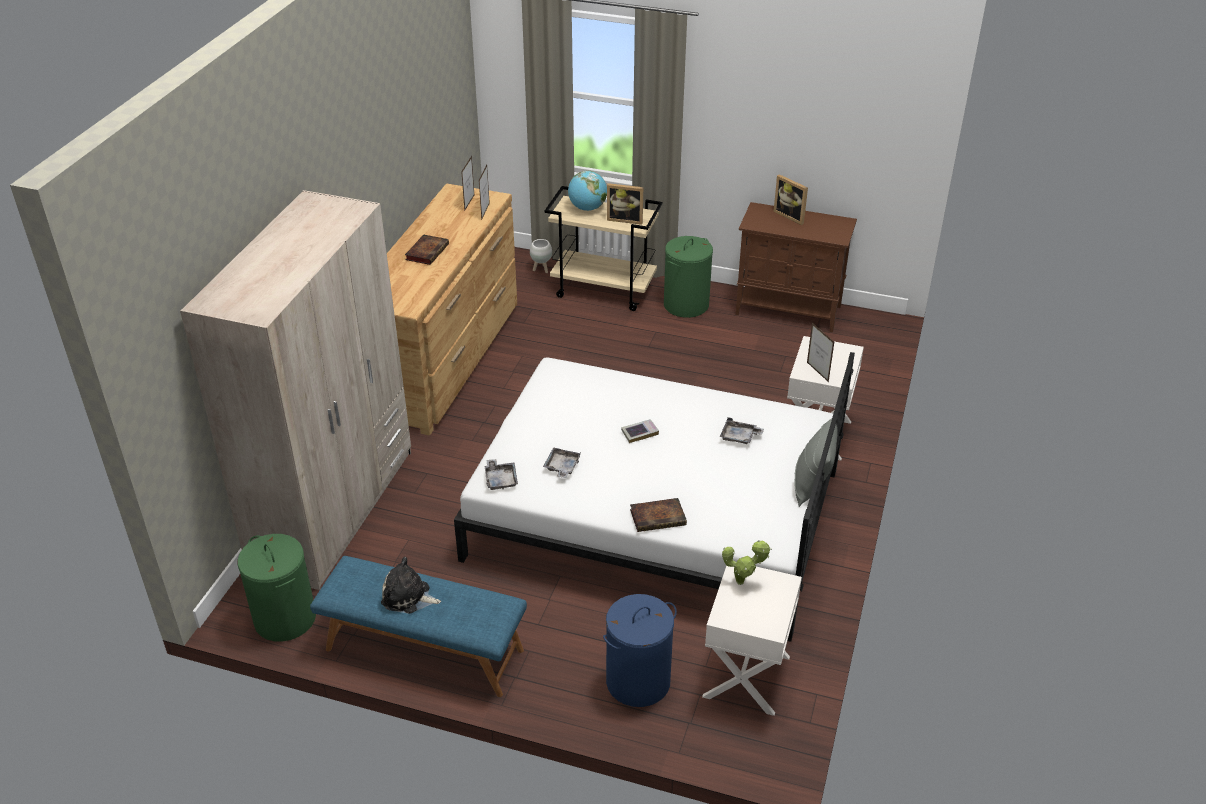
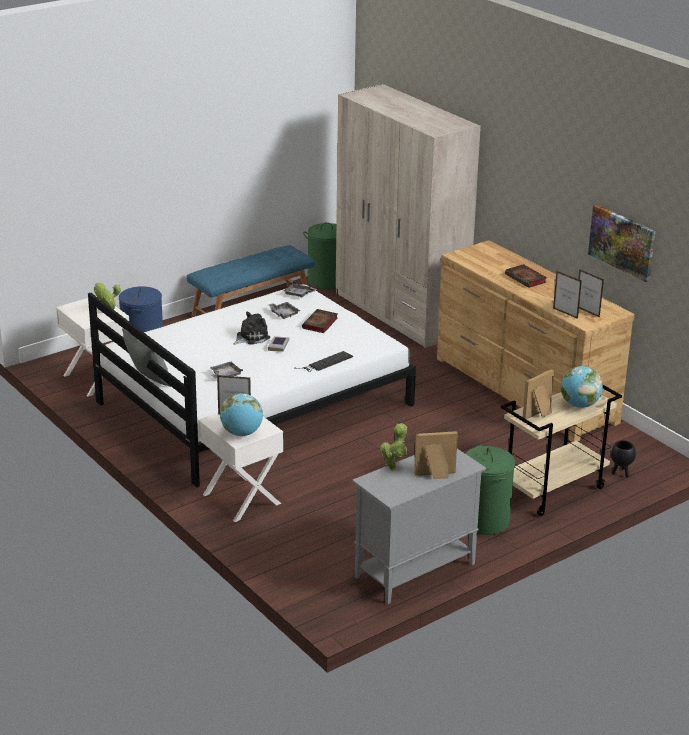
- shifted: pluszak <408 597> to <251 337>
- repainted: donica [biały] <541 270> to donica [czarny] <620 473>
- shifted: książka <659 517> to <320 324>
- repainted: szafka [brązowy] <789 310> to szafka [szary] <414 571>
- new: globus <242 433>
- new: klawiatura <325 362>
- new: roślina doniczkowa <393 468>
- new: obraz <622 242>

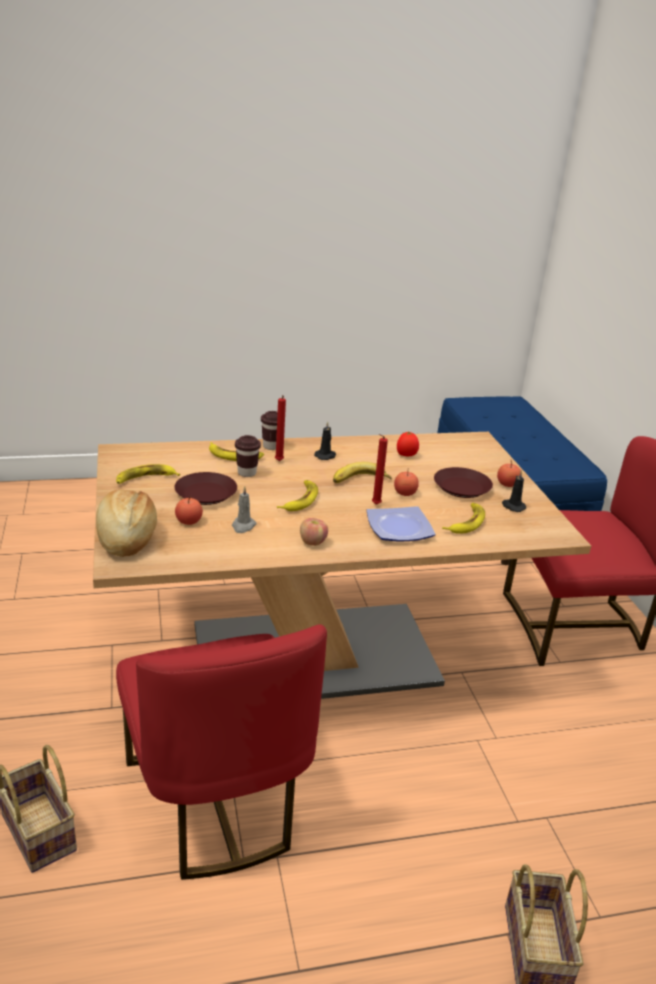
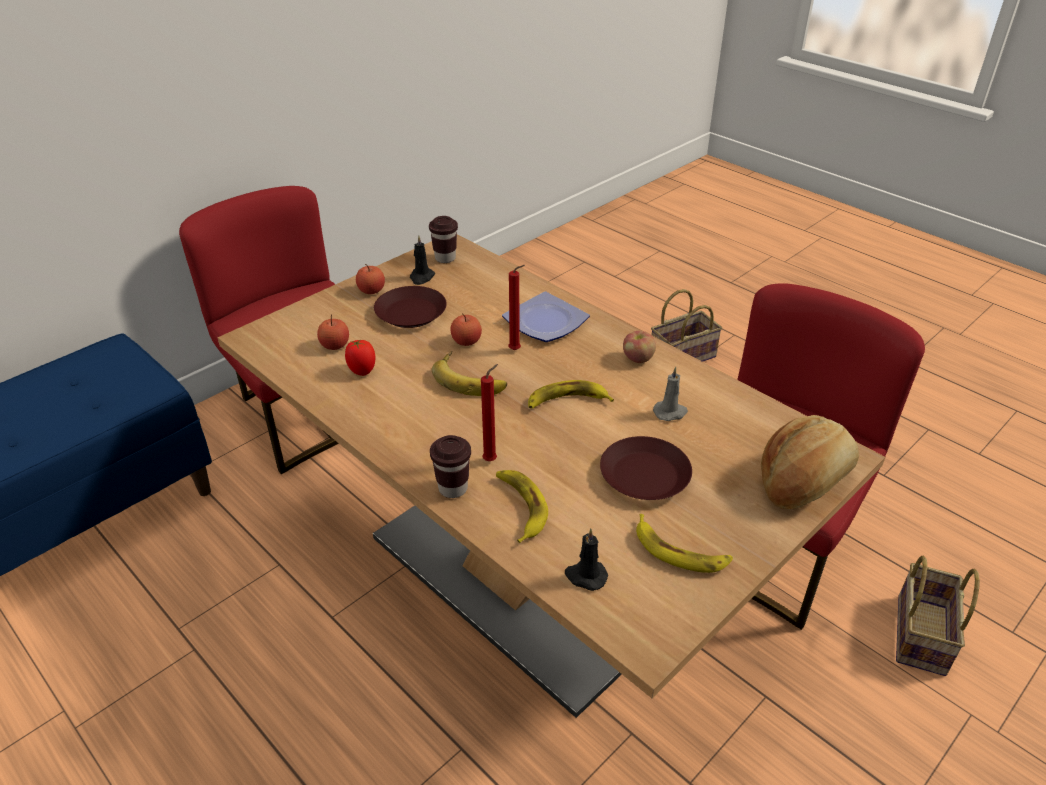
- shifted: jabłko <189 521> to <335 345>
- shifted: filiżanka [brązowy] <247 473> to <445 258>
- shifted: świeca [czarny] <325 456> to <585 576>
- gone: banan <466 522>

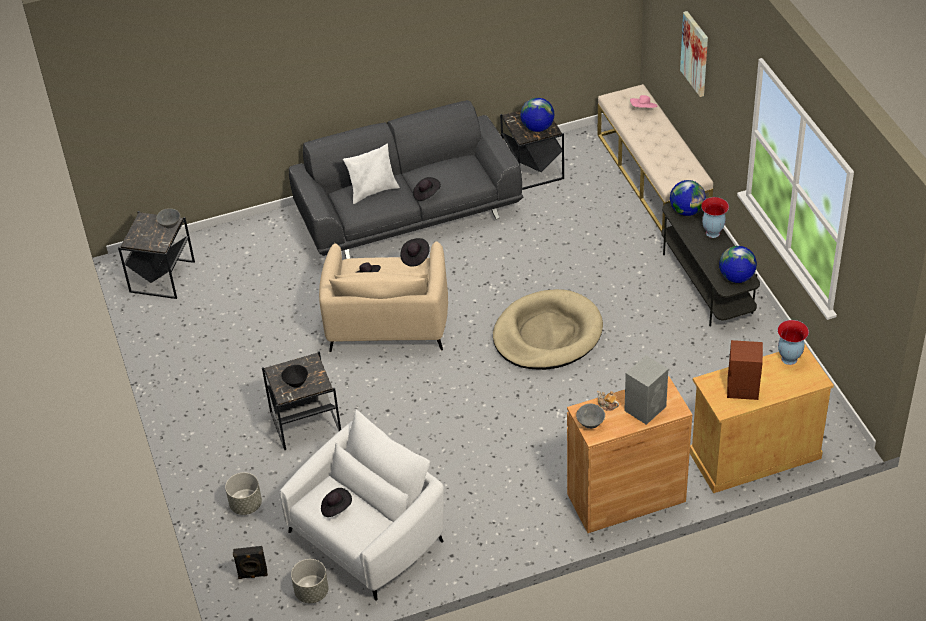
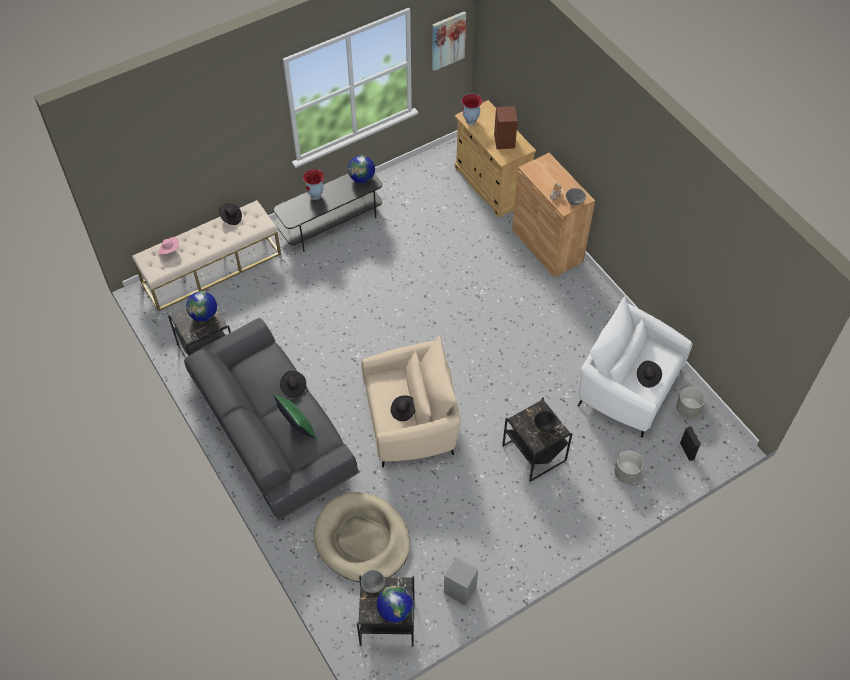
- repainted: poduszka [biały] <373 191> to poduszka [zielony] <296 427>
- shifted: kapelusz [czarny] <415 257> to <231 218>
- shifted: legowisko [beżowy] <547 334> to <362 539>
- shifted: głośnik [szary] <646 408> to <459 589>
- shifted: globus <687 211> to <394 610>
- shifted: obraz <695 53> to <448 40>

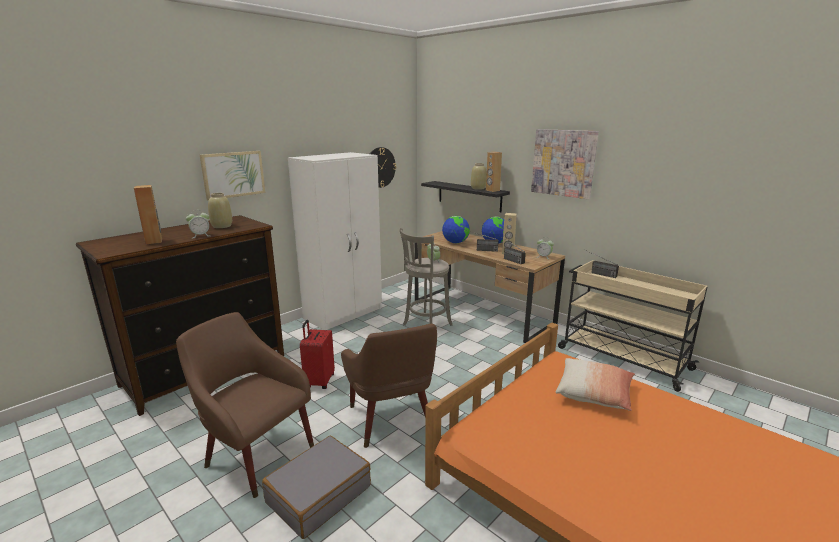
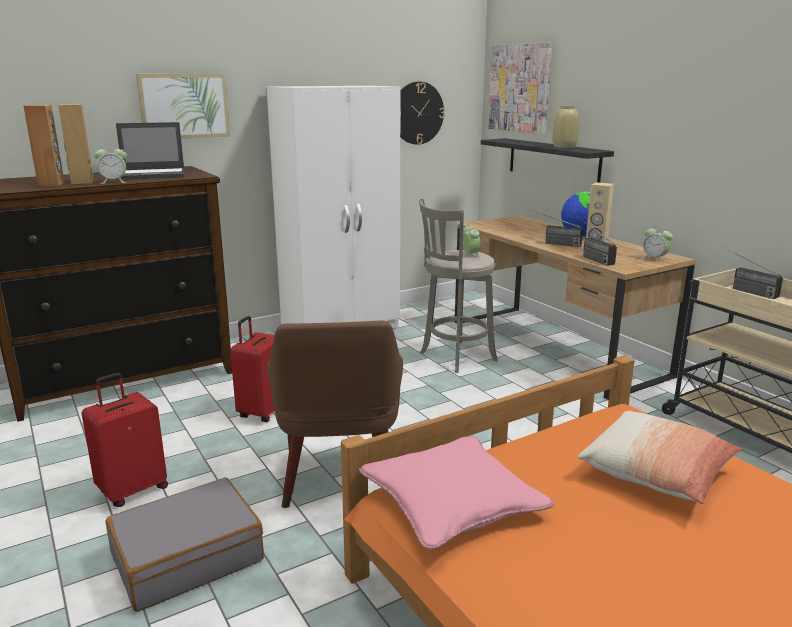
- swapped: fotel [brązowy] <256 453> to walizka [czerwony] <132 490>
- swapped: wazon [beżowy] <222 226> to laptop <153 174>
- gone: globus <455 243>
- shifted: głośnik [brązowy] <492 190> to <82 182>
- shifted: obraz <563 163> to <520 88>
- new: poduszka [różowy] <451 500>

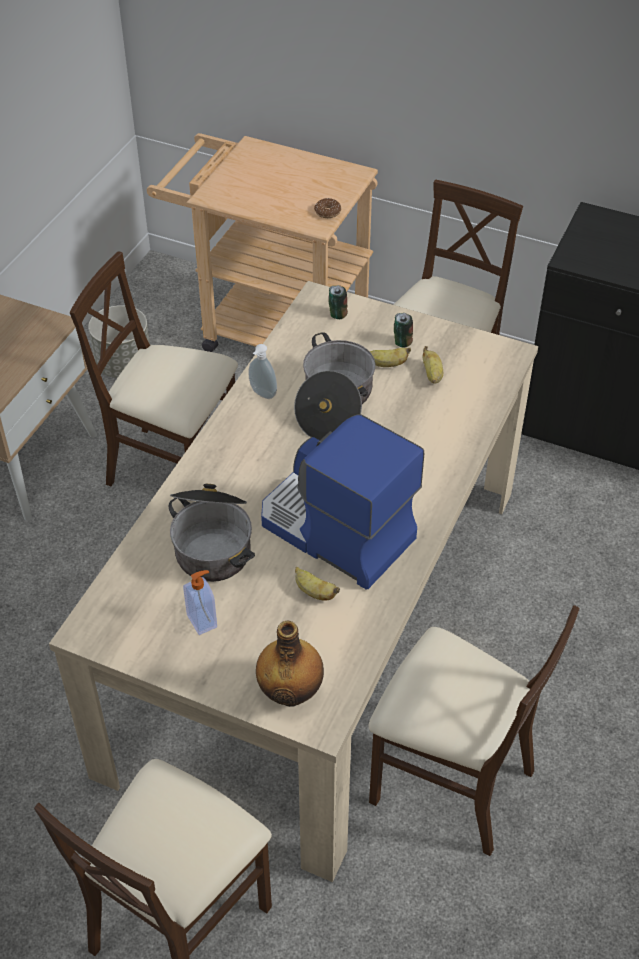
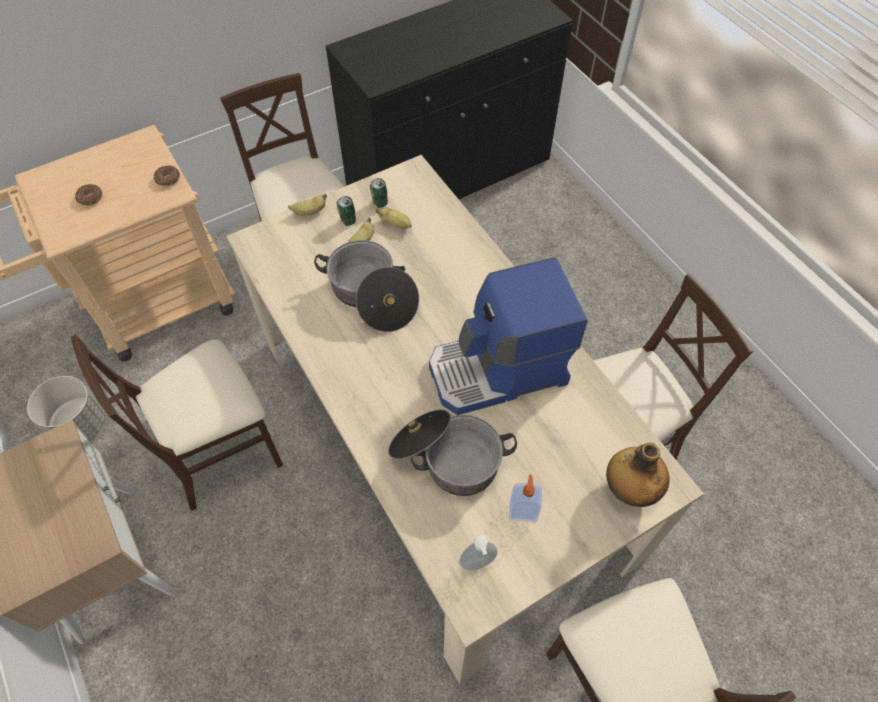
- shifted: dozownik mydła <262 394> to <478 564>
- shifted: banan <314 592> to <309 212>
- shifted: puszka <337 314> to <379 203>
- new: donut <90 198>

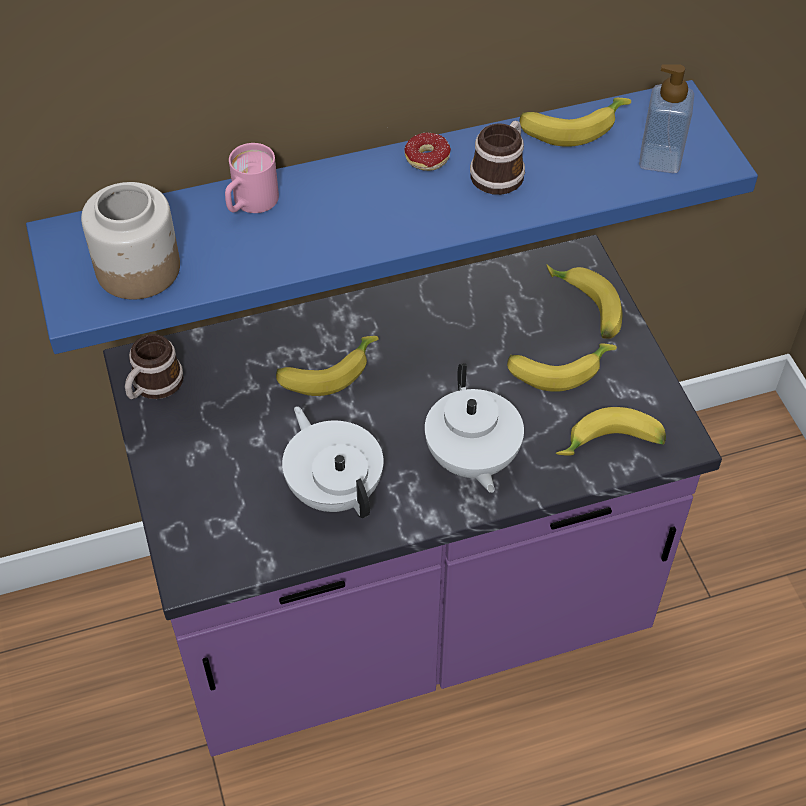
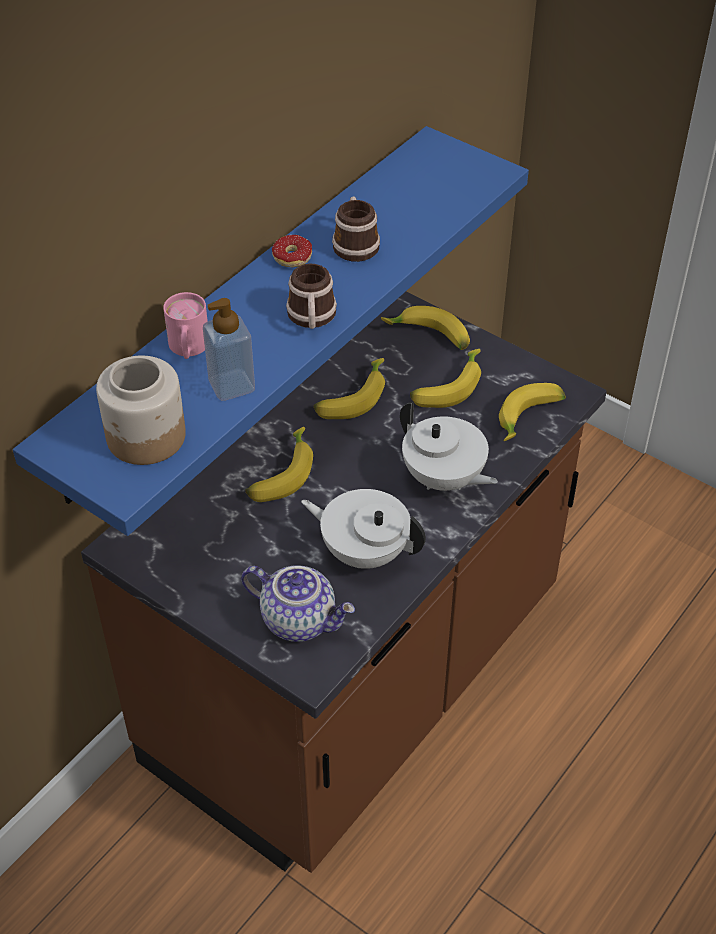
- repainted: zabudowa kuchenna [fioletowy] <403 611> to zabudowa kuchenna [brązowy] <358 682>
- shifted: kubek <153 386> to <311 318>
- shifted: banan <571 126> to <351 397>
- shifted: dozownik mydła <660 159> to <231 385>
- new: imbryk <300 619>

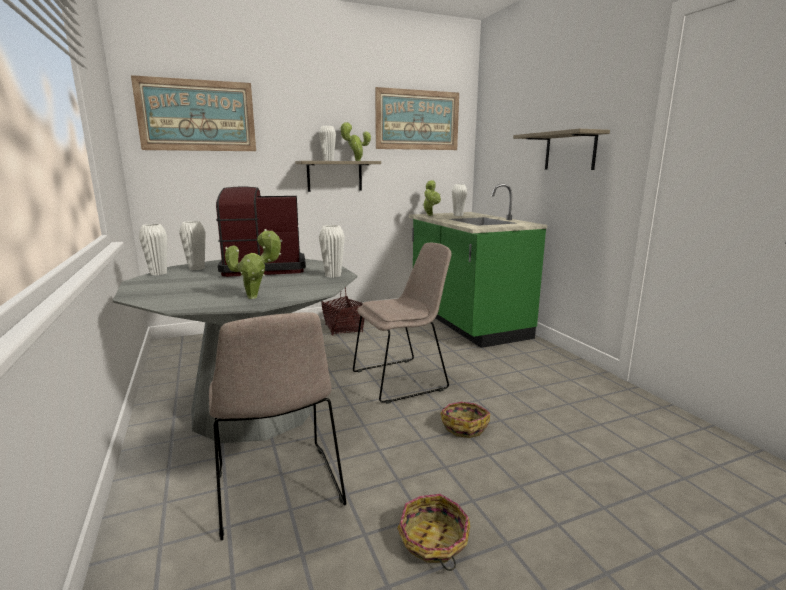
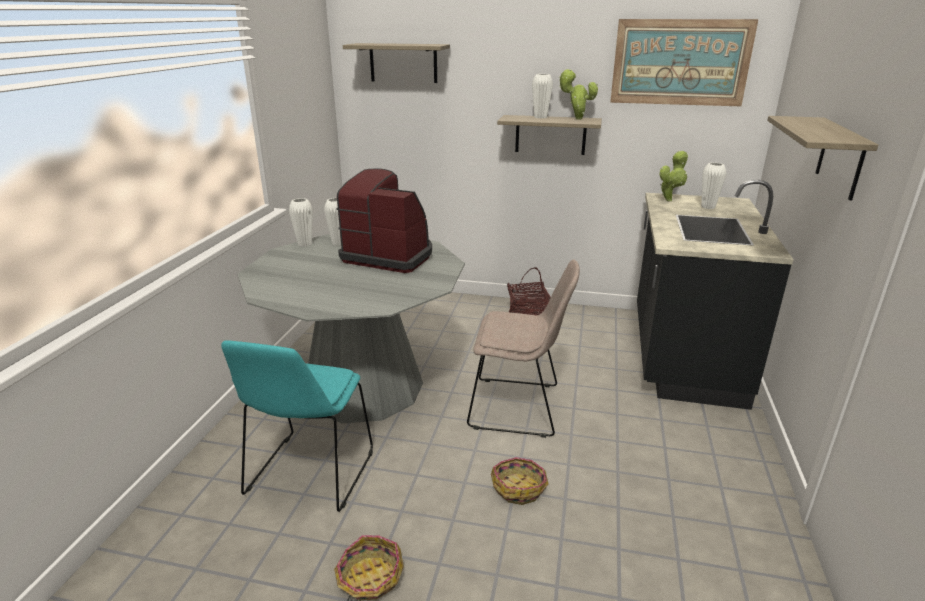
- swapped: obraz <197 115> to półka <403 63>
- repainted: krzesło [beżowy] <278 492> to krzesło [turkusowy] <309 475>
- gone: roślina doniczkowa <256 297>
- gone: wazon [biały] <333 275>
- repainted: zabudowa kuchenna [zielony] <466 323> to zabudowa kuchenna [czarny] <682 355>

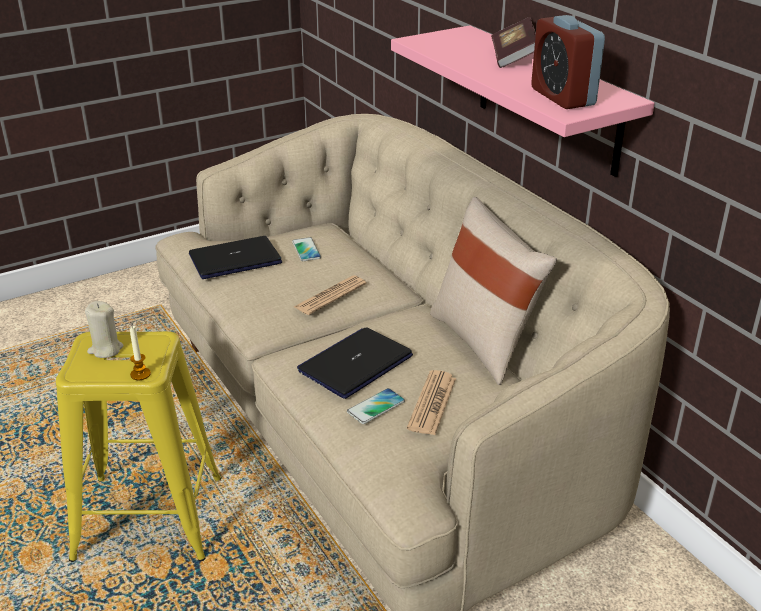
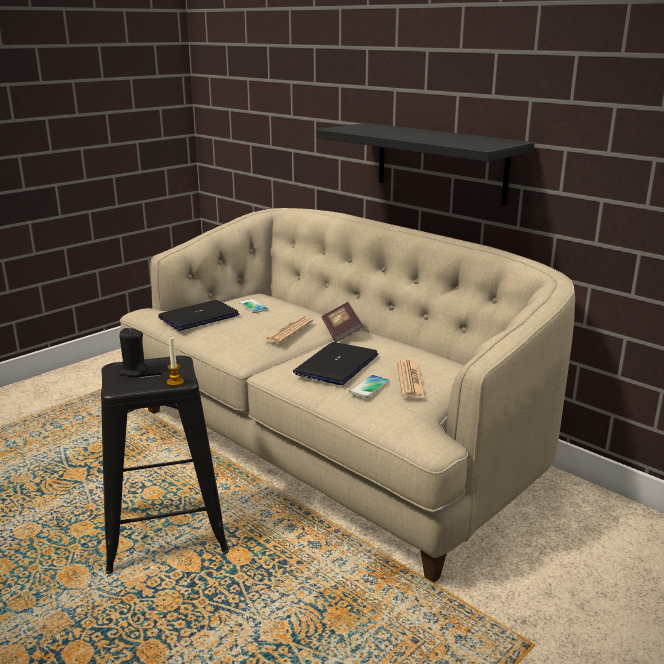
- repainted: stołek [żółty] <149 518> to stołek [czarny] <165 531>
- repainted: świeca [beżowy] <105 349> to świeca [czarny] <134 371>
- repainted: półka [różowy] <548 99> to półka [czarny] <440 162>
- gone: poduszka [beżowy] <485 342>
- shifted: książka <513 57> to <341 332>
- gone: budzik <562 97>

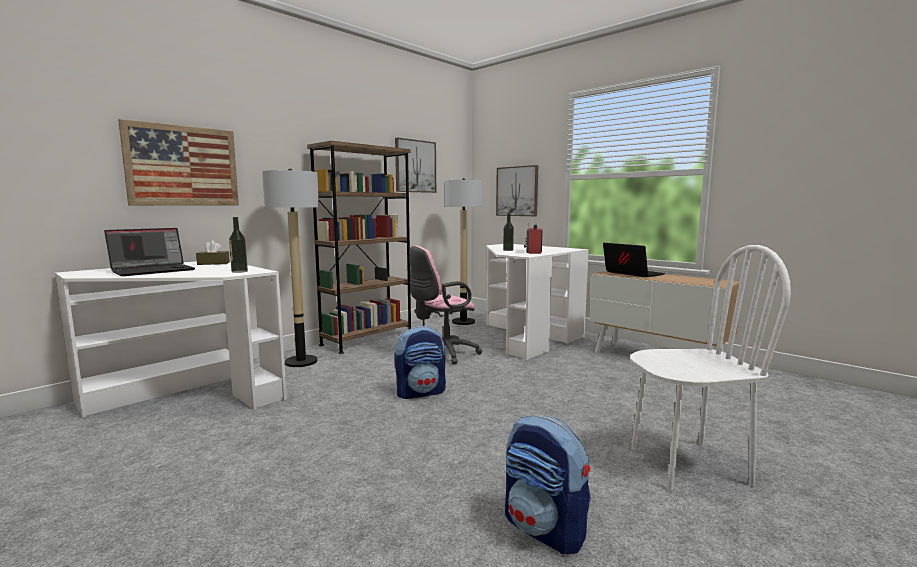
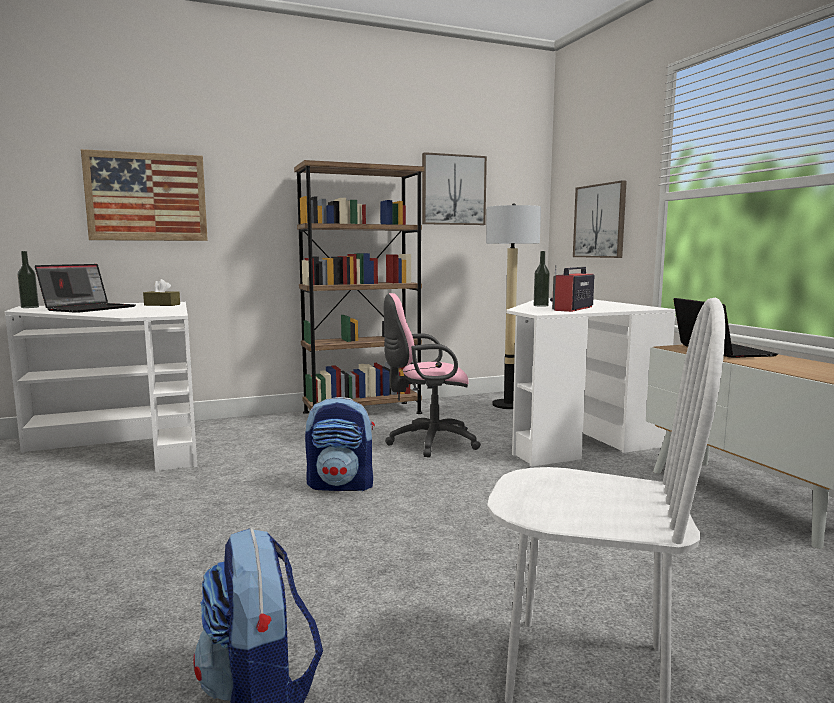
- rotated: laptop <154 270> = <89 309> 45 degrees counterclockwise
- shifted: butelka <239 271> to <30 307>
- gone: lampa stojąca <301 362>

